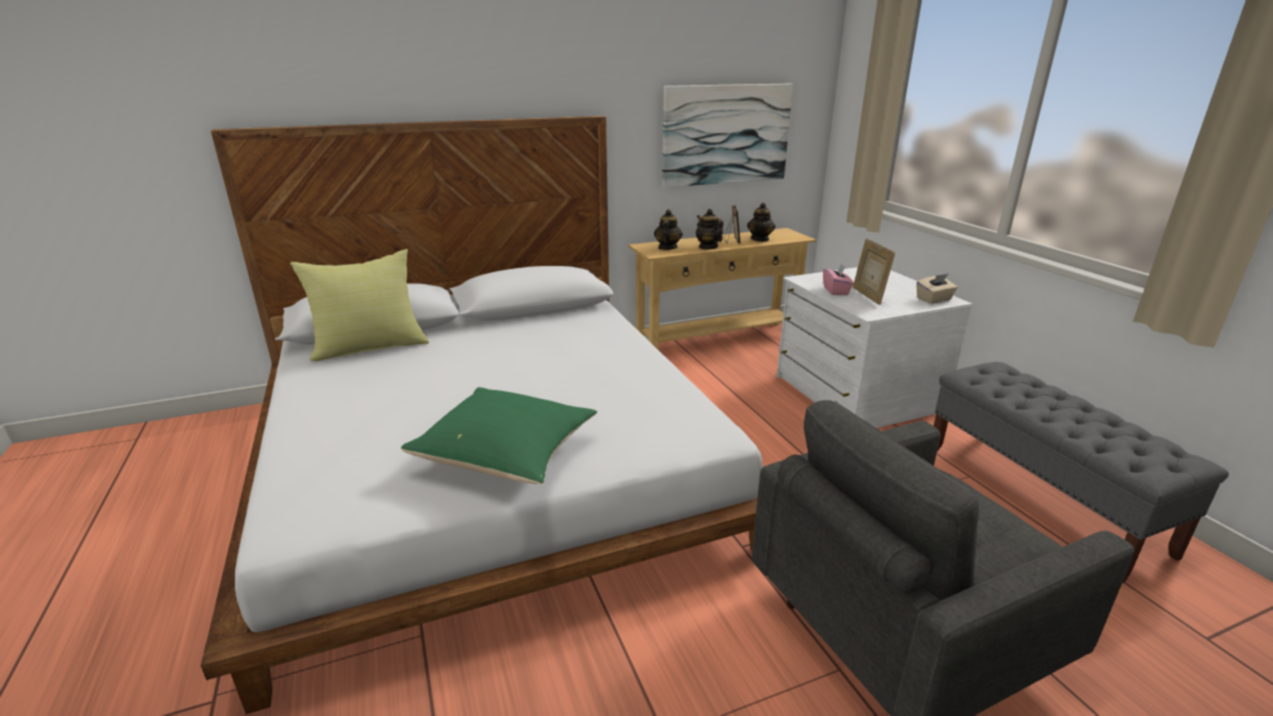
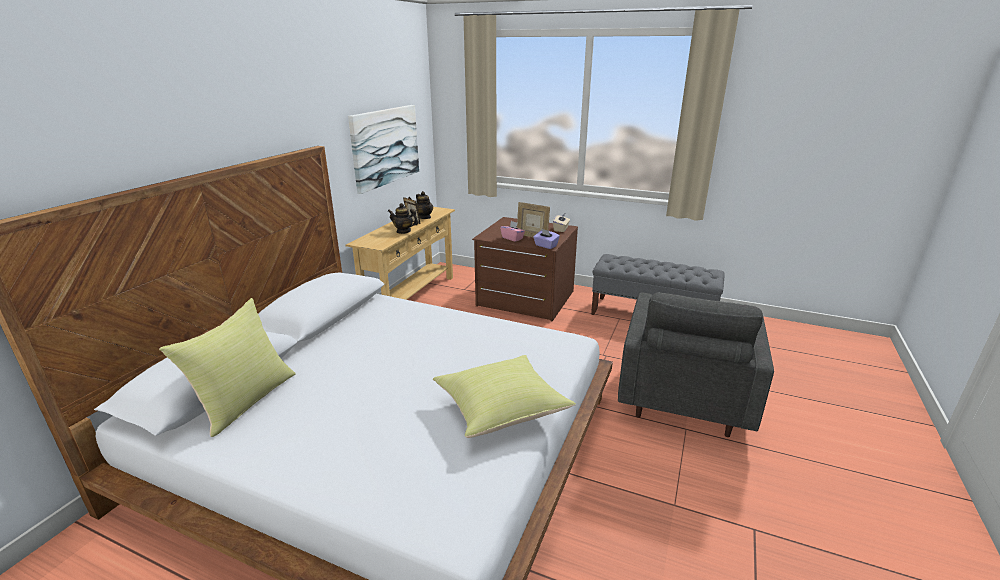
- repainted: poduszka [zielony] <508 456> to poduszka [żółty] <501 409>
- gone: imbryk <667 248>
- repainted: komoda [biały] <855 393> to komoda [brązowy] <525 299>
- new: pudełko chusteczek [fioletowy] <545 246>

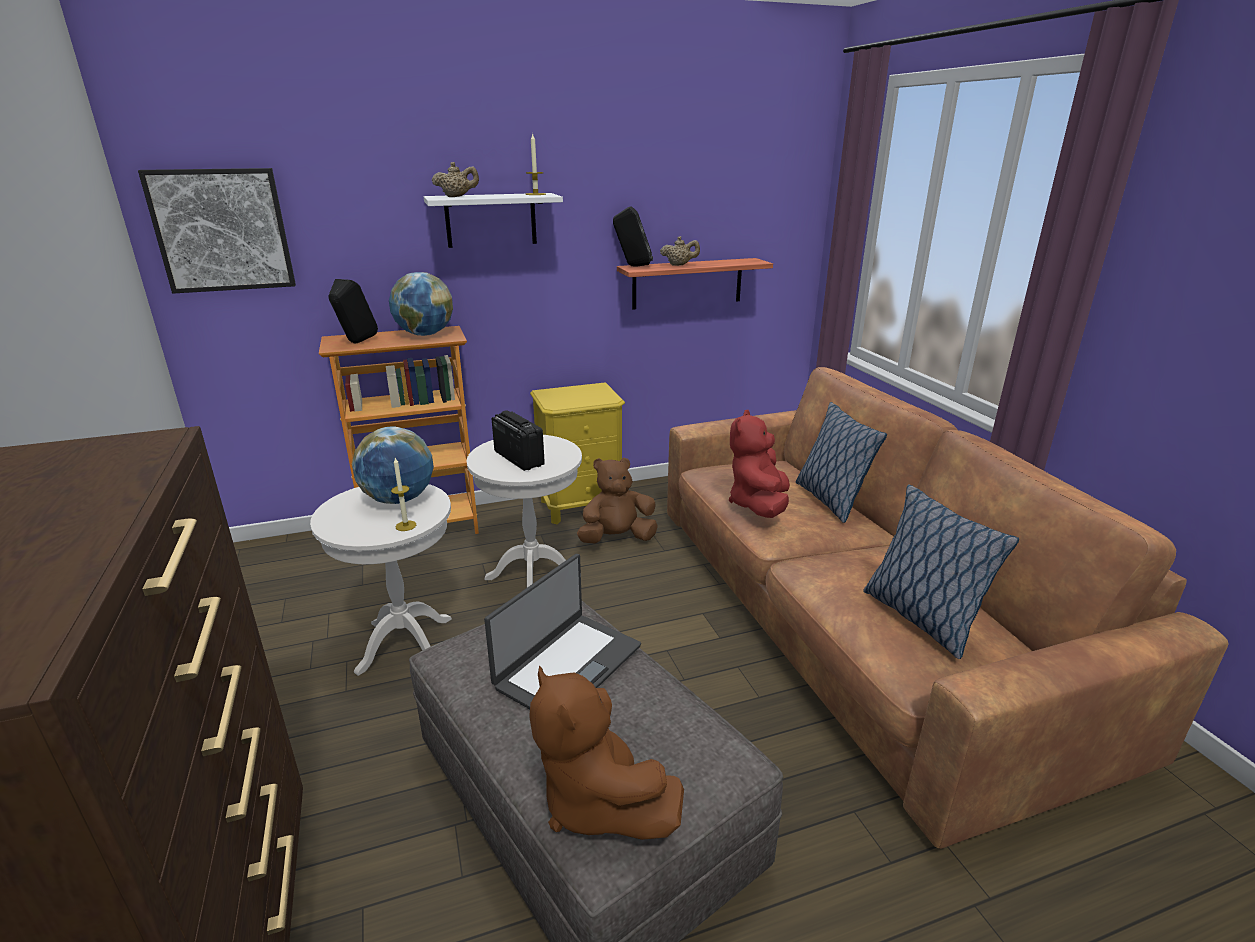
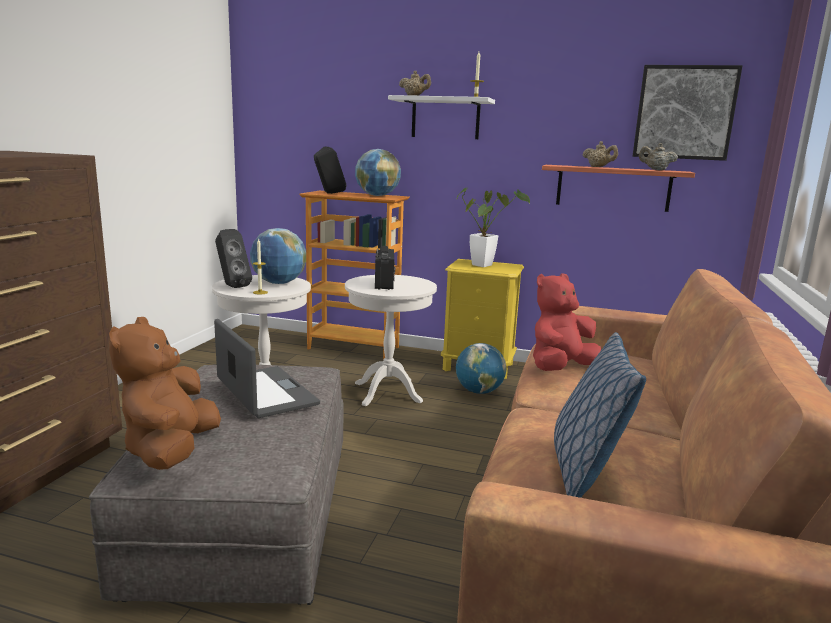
- shifted: obraz <222 230> to <684 113>
- rotated: laptop <567 665> = <265 392> 105 degrees counterclockwise
- swapped: pluszak [brązowy] <617 538> to globus <479 392>
- shifted: głośnik [czarny] <632 266> to <232 286>
- gone: poduszka <830 500>
- new: roślina doniczkowa <485 265>
- new: imbryk [beżowy] <656 170>

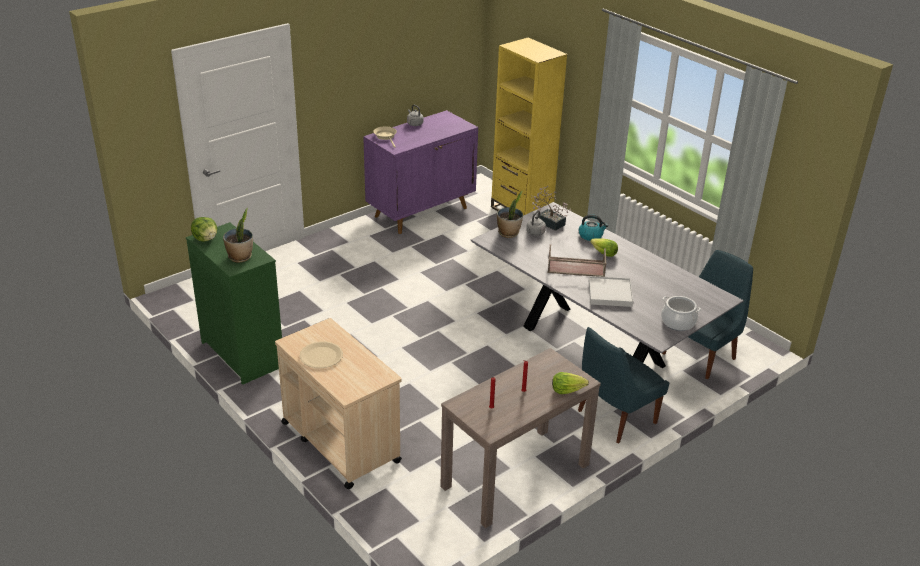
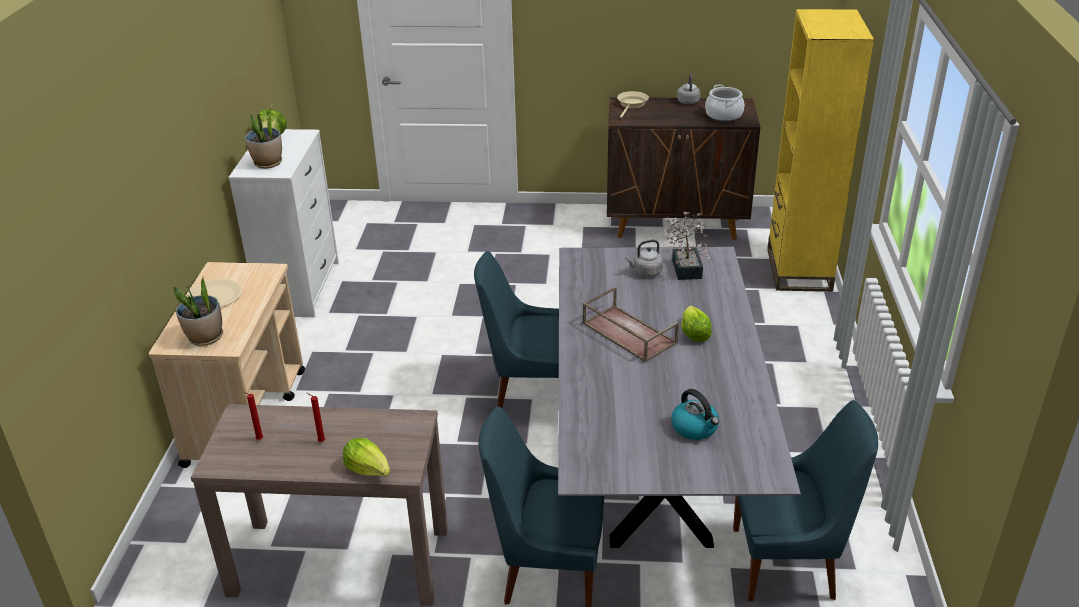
- repainted: komoda [zielony] <243 354> to komoda [biały] <300 288>
- repainted: szafka [fioletowy] <421 212> to szafka [brązowy] <676 224>
- shifted: roślina doniczkowa <508 233> to <205 338>
- shifted: czajnik <591 235> to <695 428>
- gone: taca [biały] <610 294>
- shifted: garnek <678 322> to <723 115>
- new: krzesło [niebieski] <530 391>

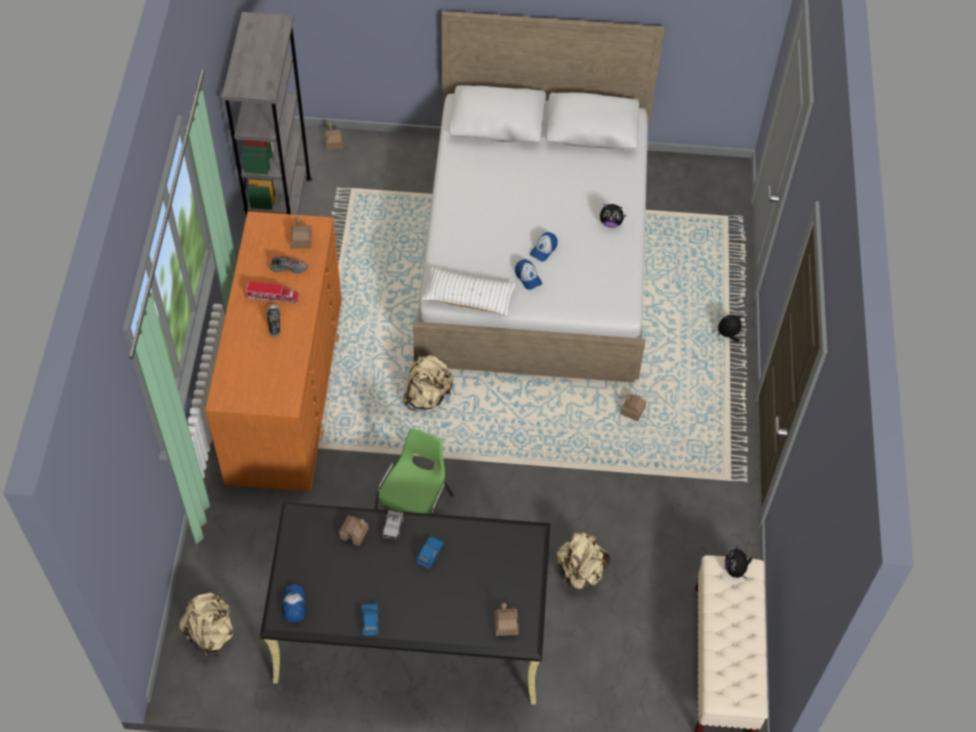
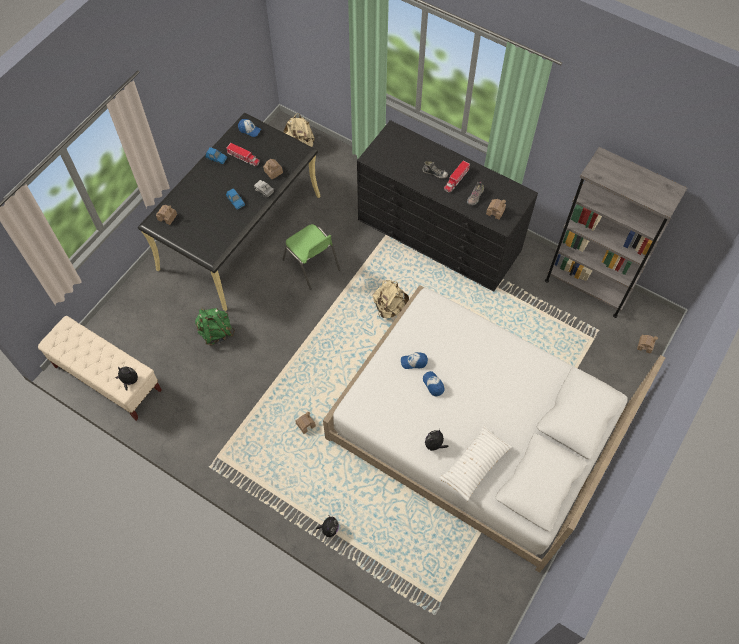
- repainted: komoda [pomarańczowy] <285 388> to komoda [czarny] <439 235>
- shifted: poduszka [biały] <469 297> to <475 465>
- repainted: plecak [beżowy] <580 571> to plecak [zielony] <216 332>
- new: ciężarówka zabawkowa <243 158>

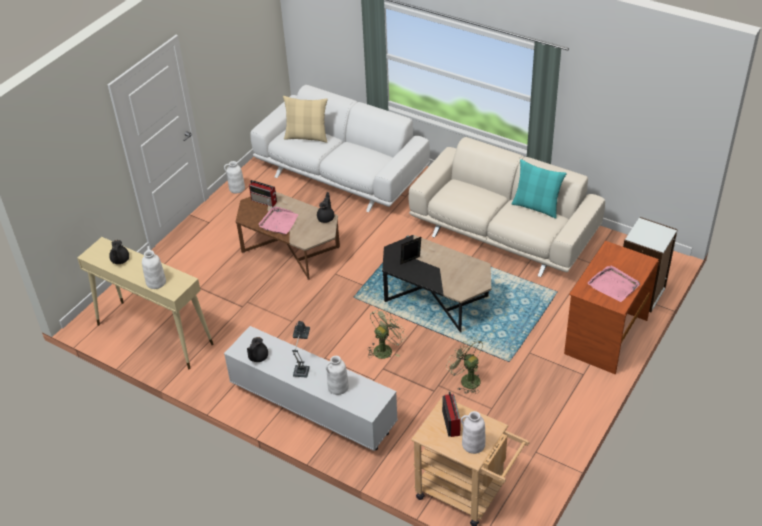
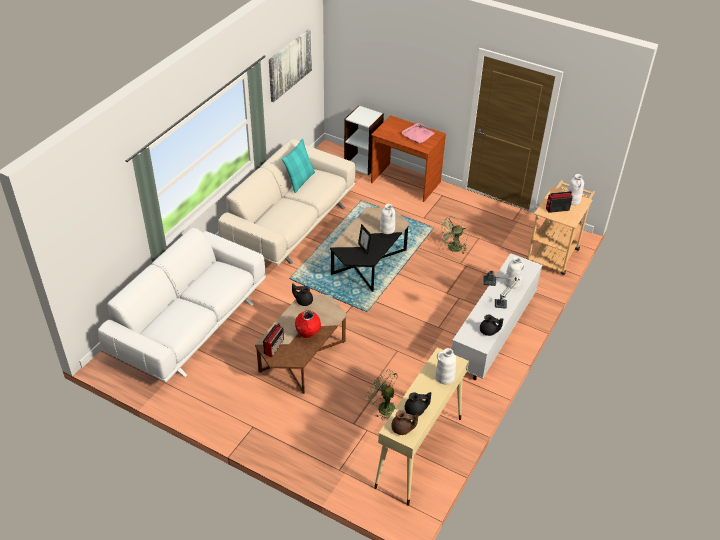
- shifted: wazon [biały] <236 188> to <387 229>
- swapped: taca [różowy] <279 222> to wazon [czerwony] <308 334>
- gone: poduszka [beżowy] <307 137>
- shifted: wentylator [zielony] <385 349> to <383 407>
- new: obraz <290 64>
- new: imbryk [brązowy] <402 429>

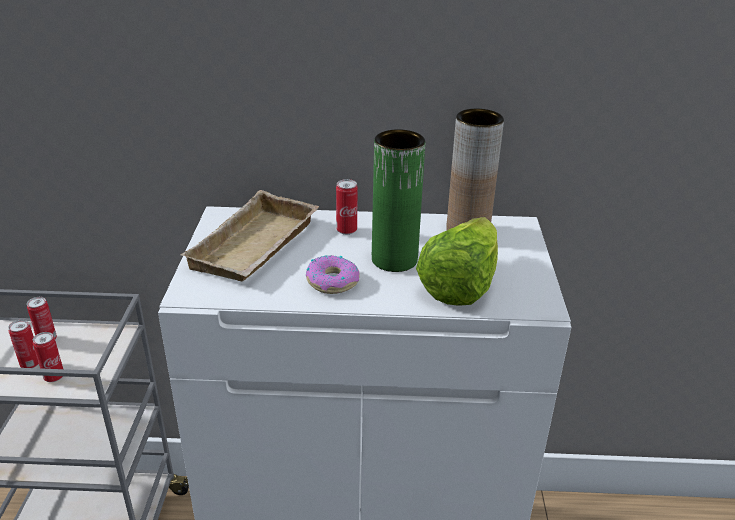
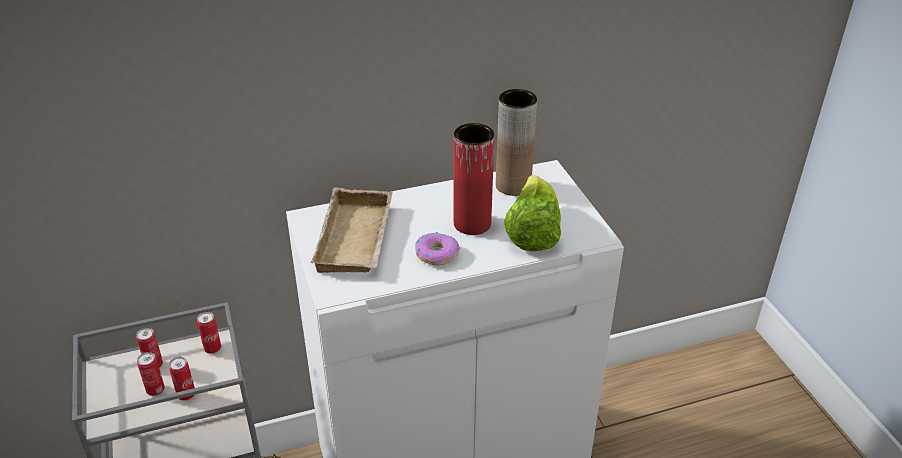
- shifted: puszka <346 230> to <212 349>
- repainted: wazon [zielony] <394 260> to wazon [czerwony] <472 224>

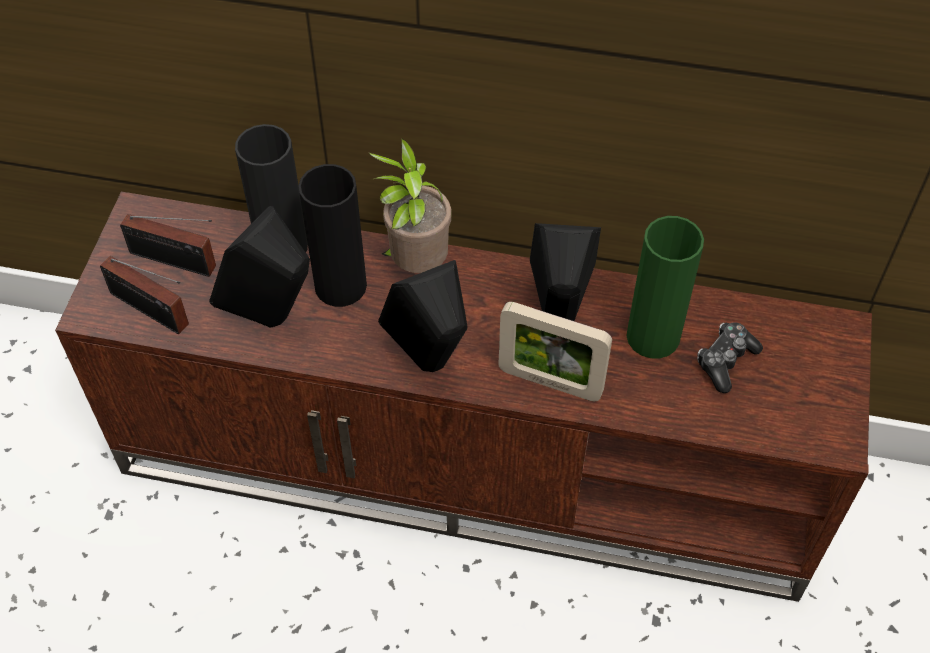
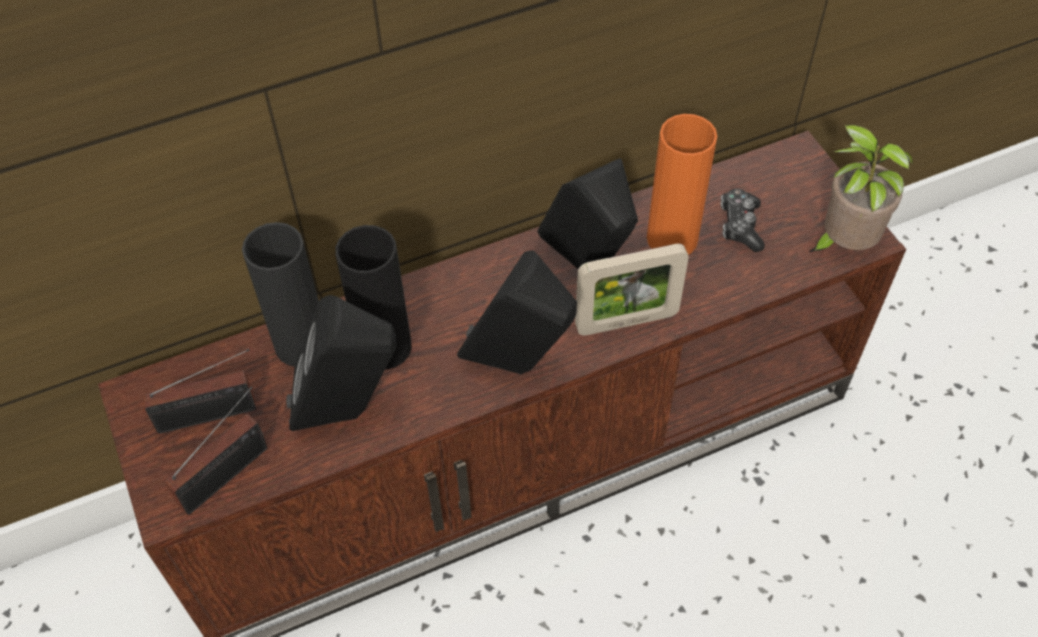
- rotated: radio <152 312> = <229 473> 45 degrees counterclockwise
- shifted: roślina doniczkowa <415 264> to <843 244>
- repainted: wazon [zielony] <653 336> to wazon [pomarańczowy] <672 239>

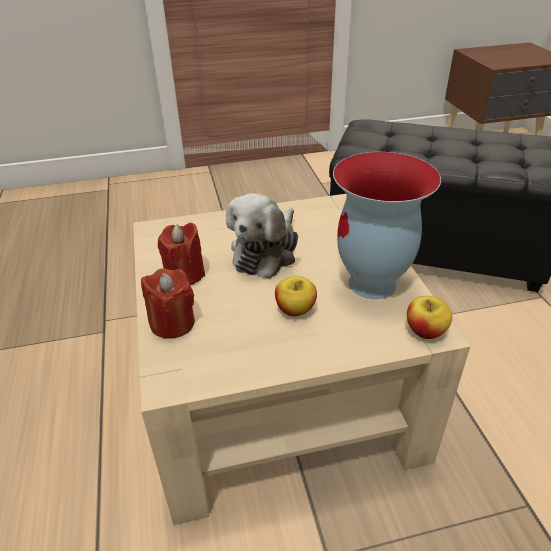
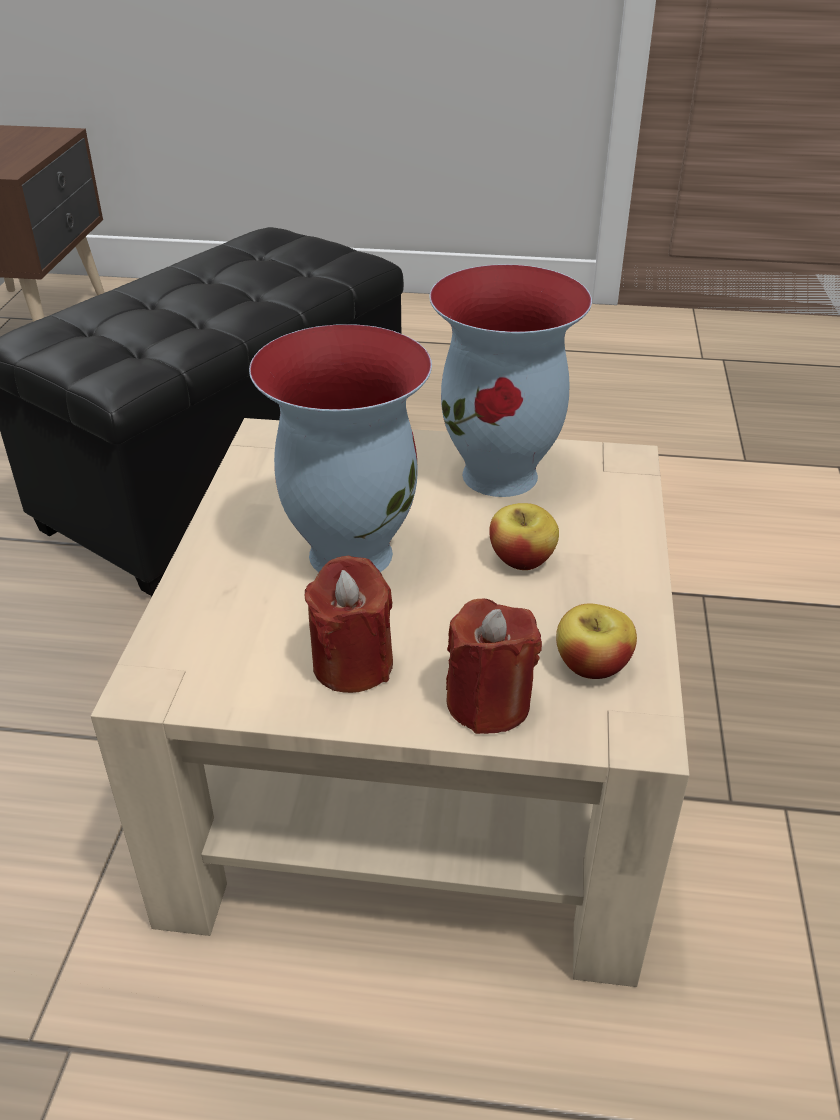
- swapped: pluszak <266 251> to wazon <349 552>
- shifted: jabłko <425 331> to <592 665>

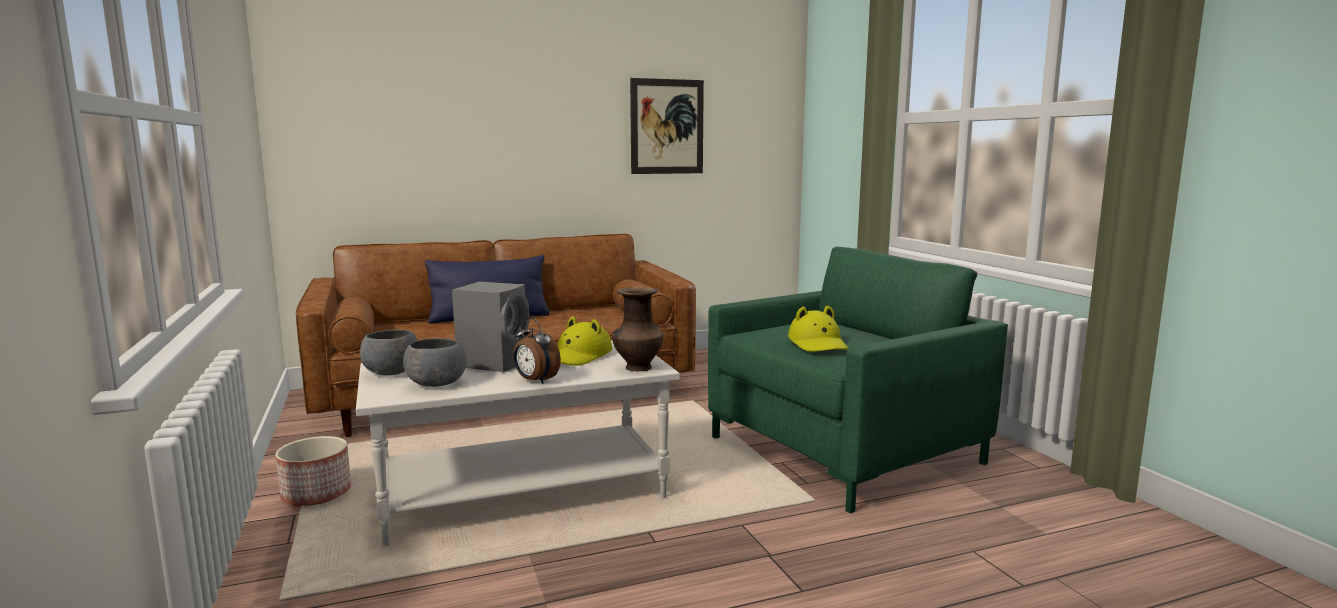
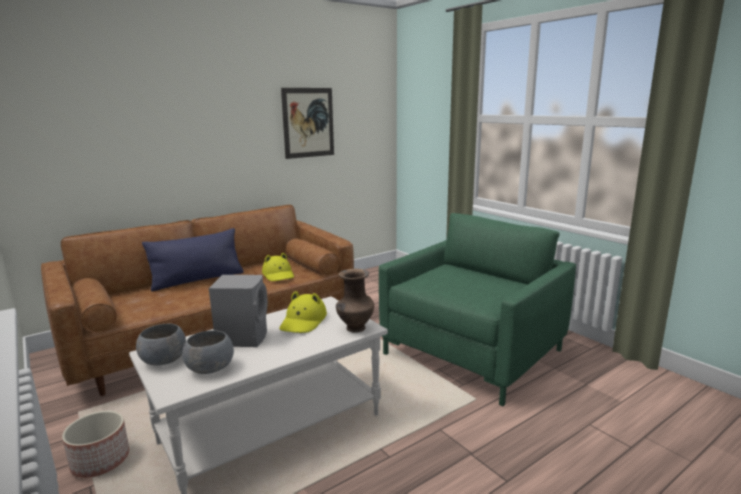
- gone: budzik <535 381>
- shifted: kapelusz [żółty] <818 344> to <278 275>

